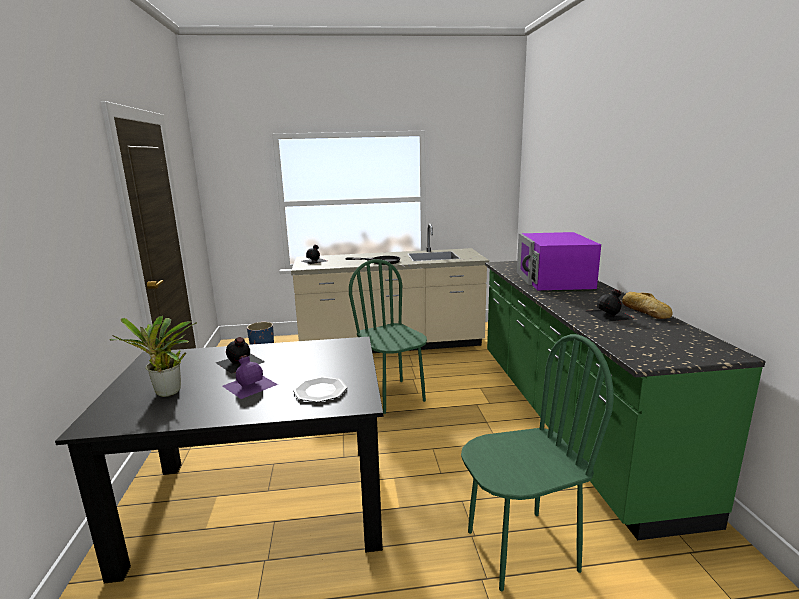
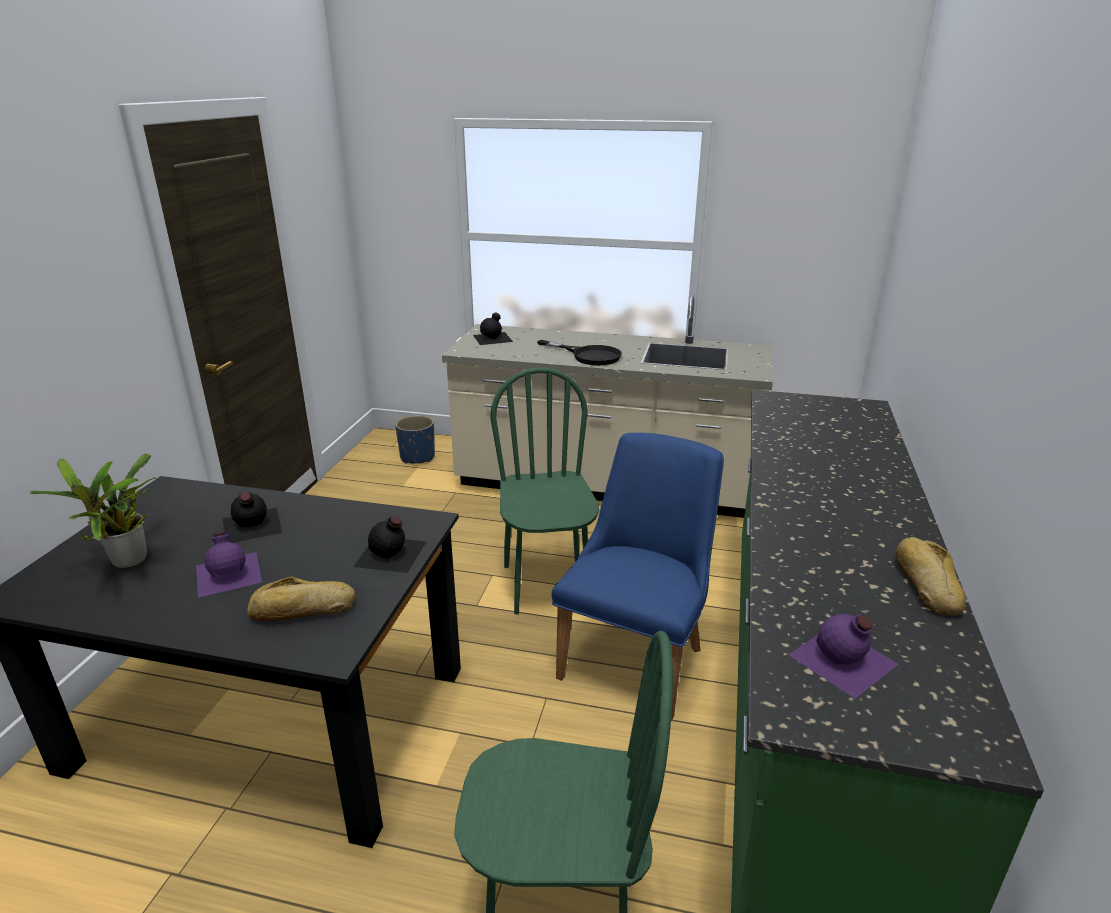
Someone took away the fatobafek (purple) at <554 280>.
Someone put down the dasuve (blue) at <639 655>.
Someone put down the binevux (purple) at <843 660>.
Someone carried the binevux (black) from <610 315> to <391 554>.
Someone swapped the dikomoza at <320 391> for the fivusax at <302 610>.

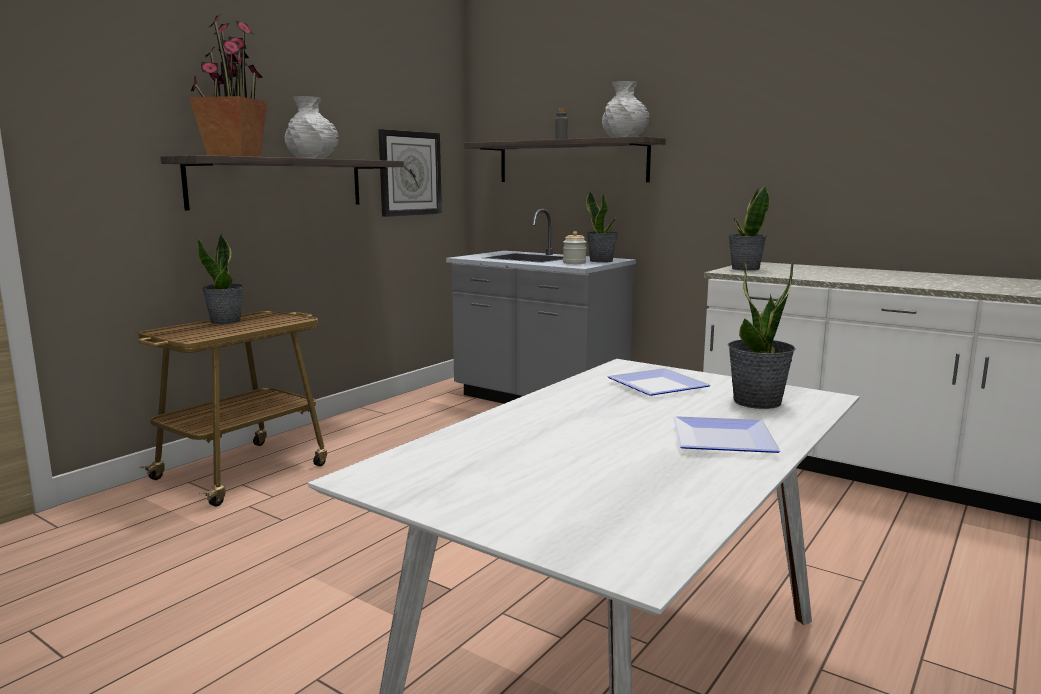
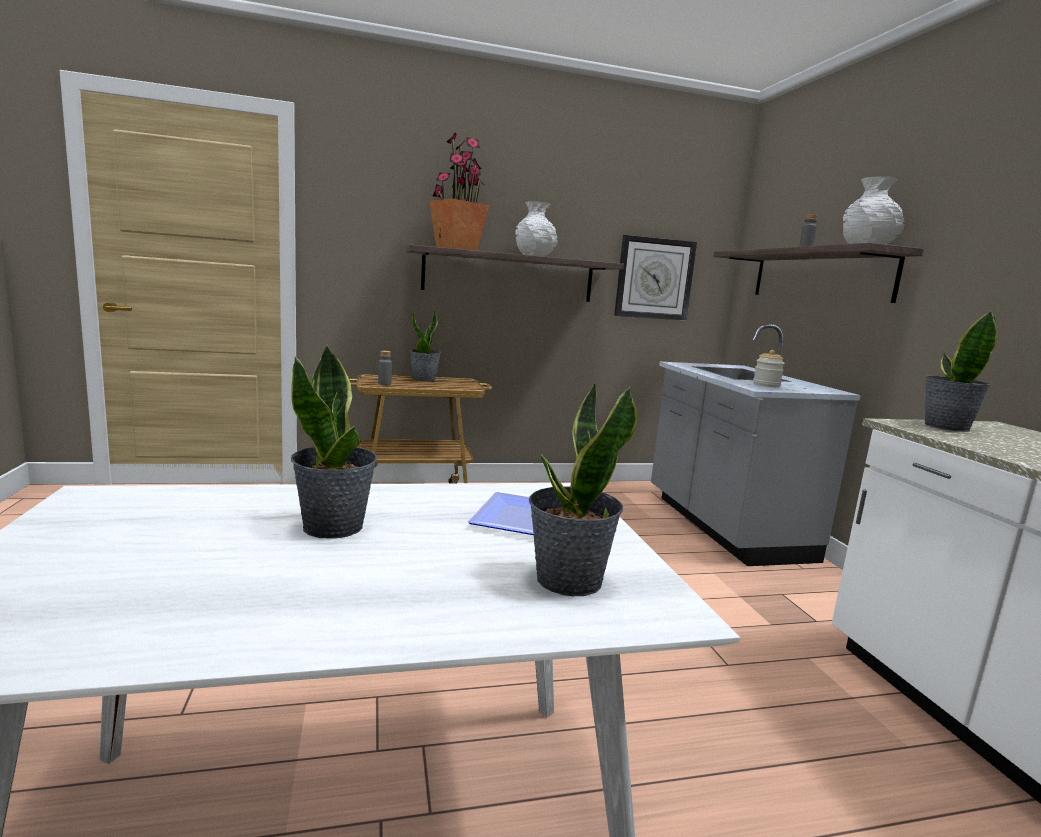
Someone took away the dikomoza at <726 441>.
Someone put down the binevux (grey) at <384 384>.
Someone carried the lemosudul from <601 261> to <334 526>.

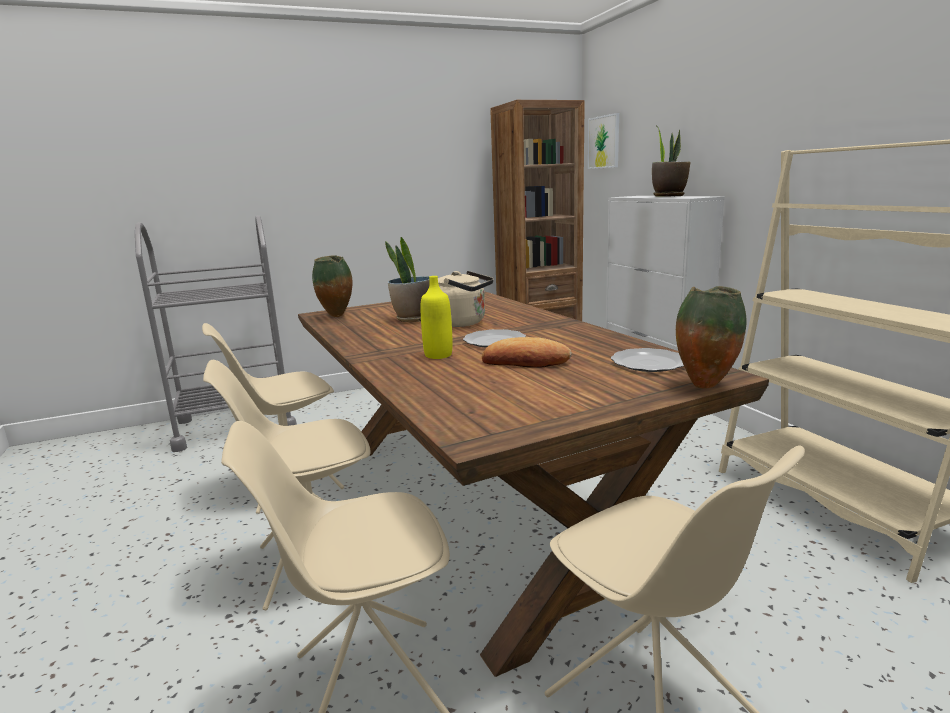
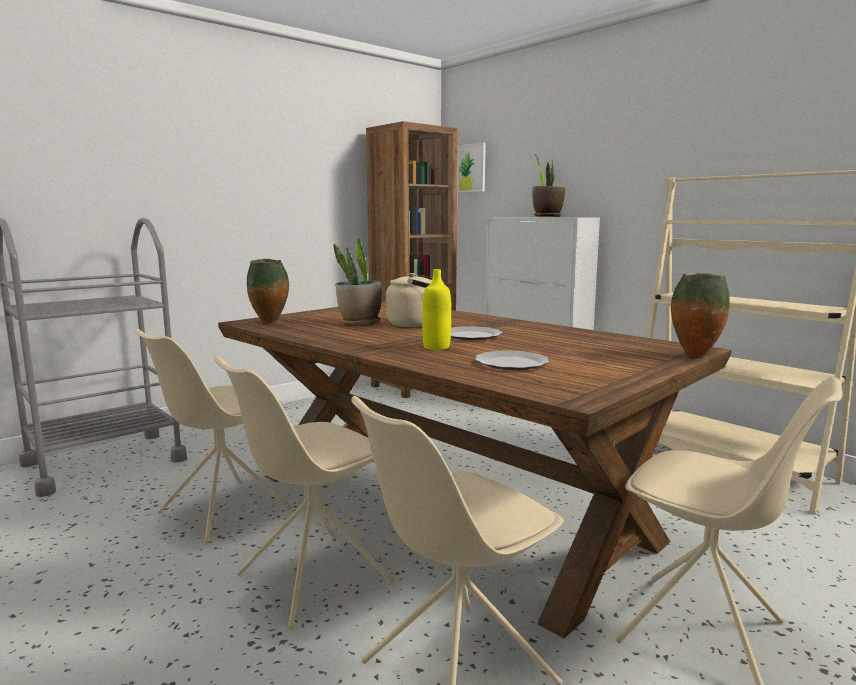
Someone took away the fivusax at <525 362>.
Someone carried the dikomoza from <648 363> to <511 363>.

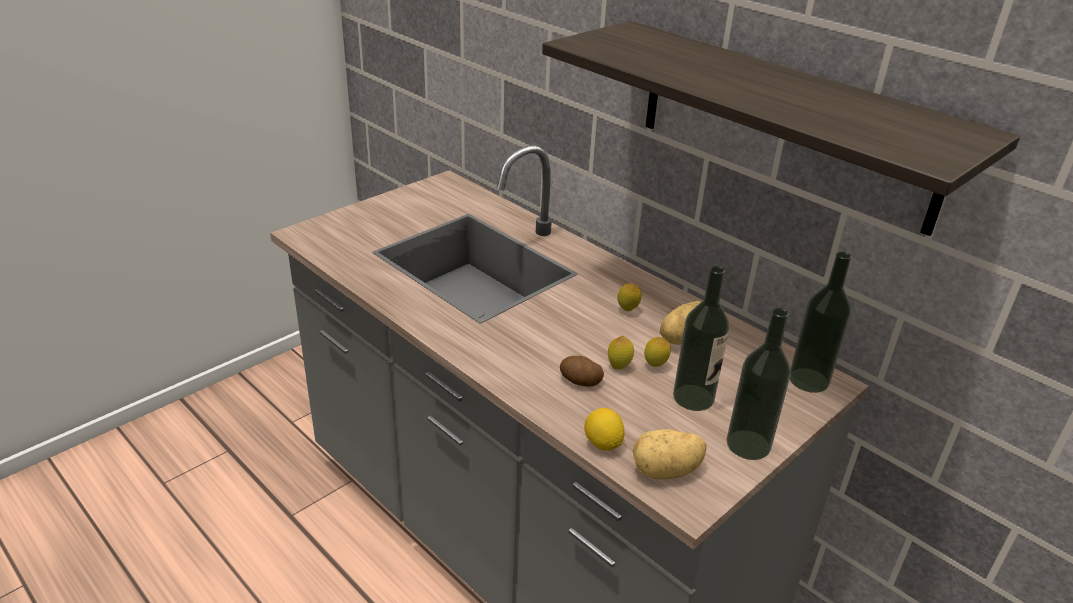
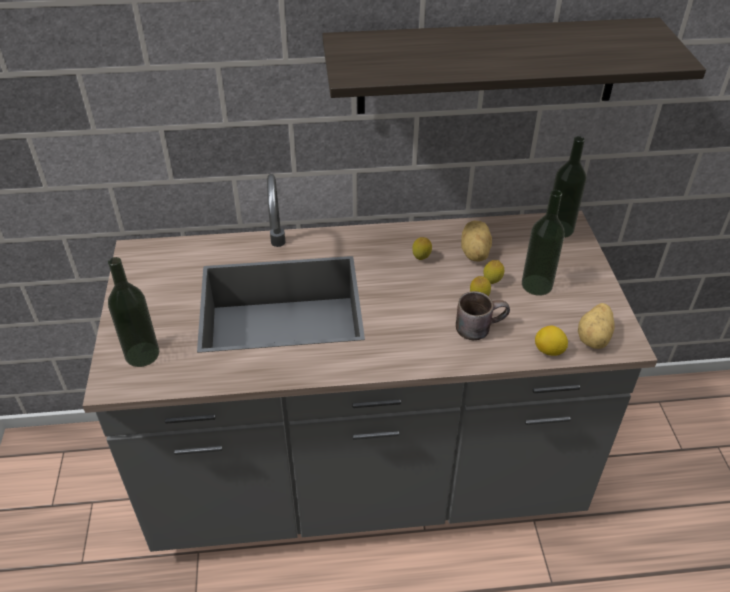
Someone carried the binevux from <748 444> to <142 354>.
Someone swapped the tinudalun at <580 381> for the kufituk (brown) at <478 326>.

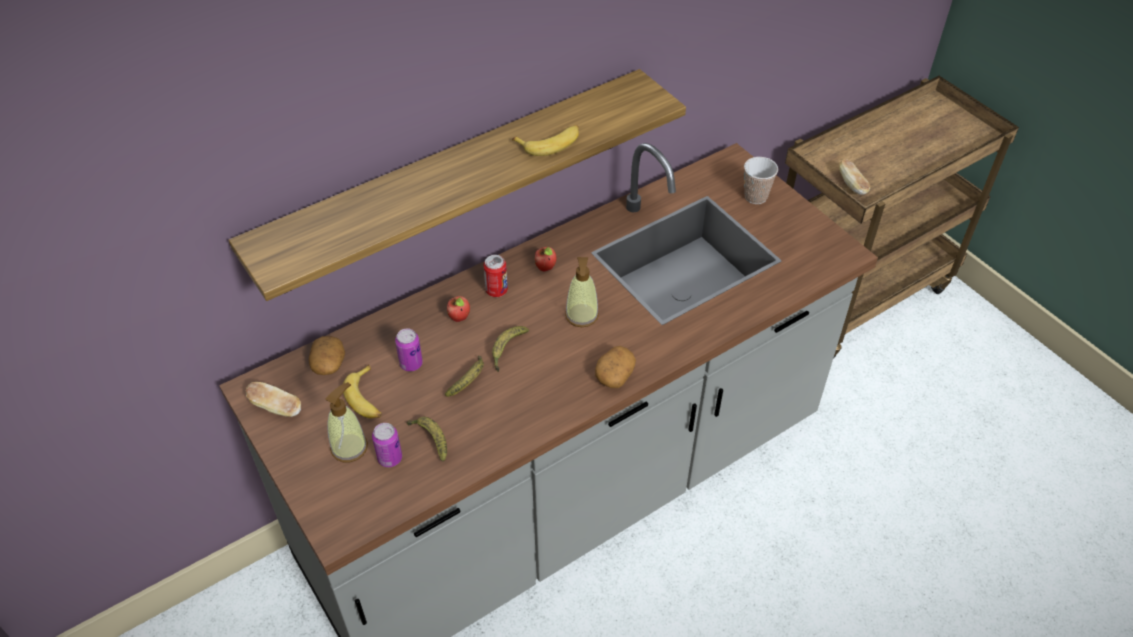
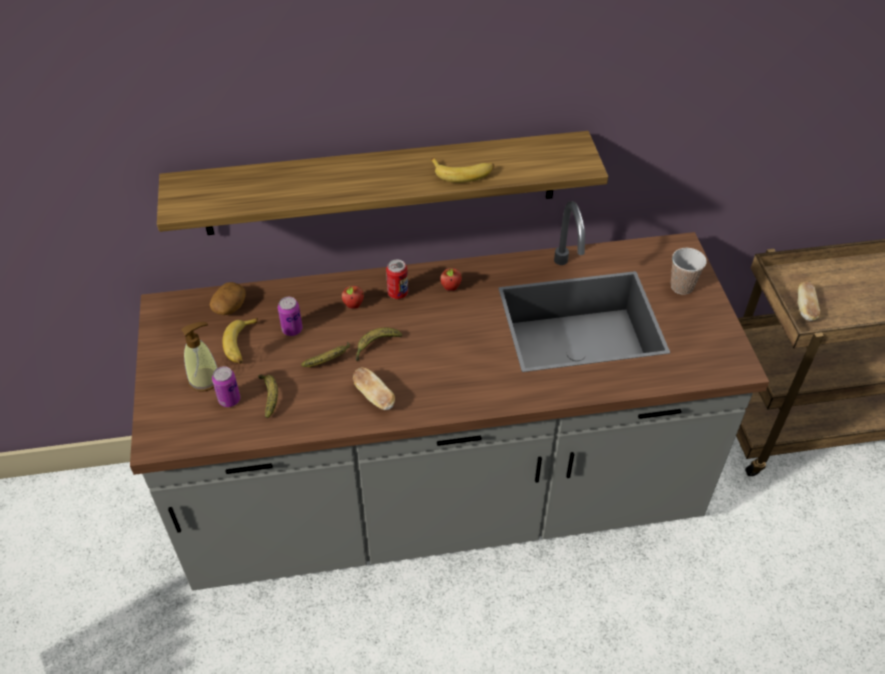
Someone took away the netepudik at <581 315>.
Someone took away the tinudalun at <614 374>.
Someone carried the fivusax from <276 407> to <374 396>.

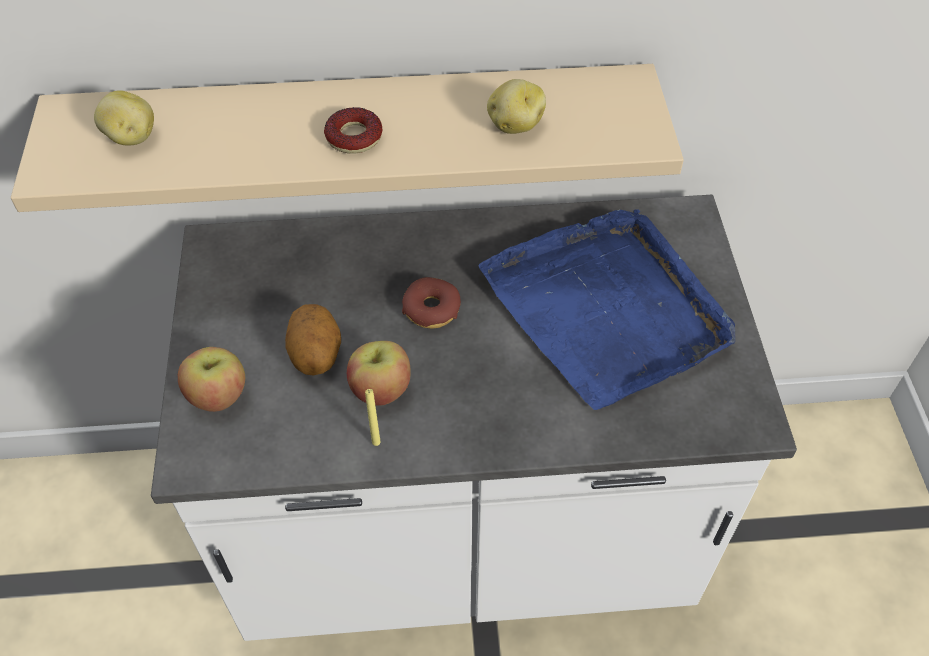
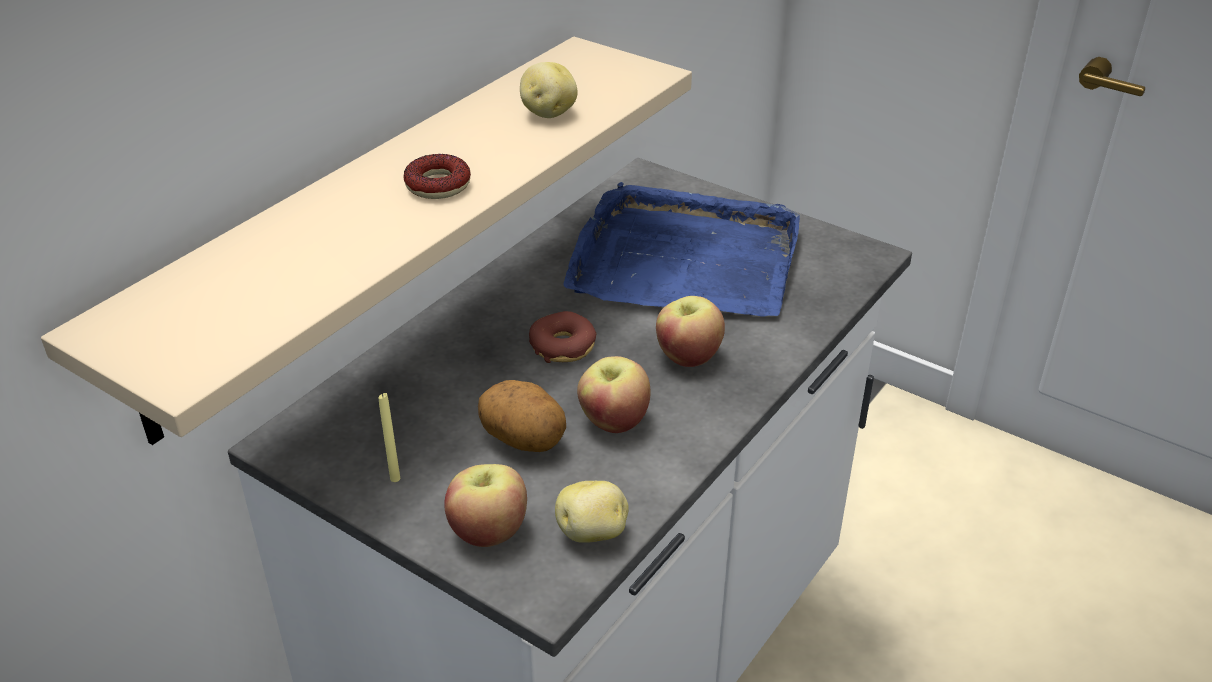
Someone put down the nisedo at <688 356>.
Someone carried the tinudalun from <130 137> to <593 533>.
Someone carried the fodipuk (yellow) from <376 442> to <395 478>.

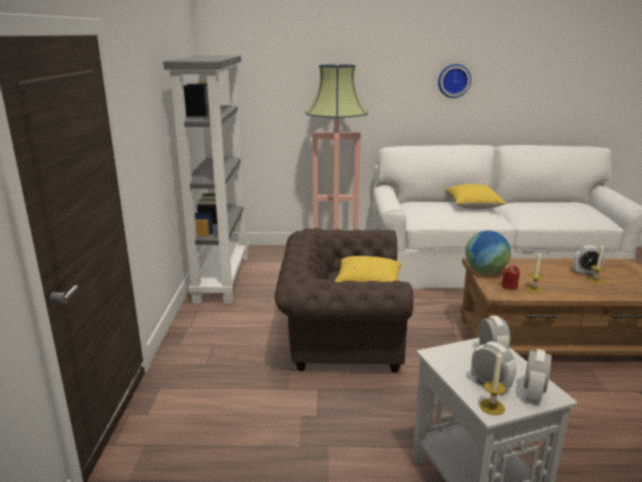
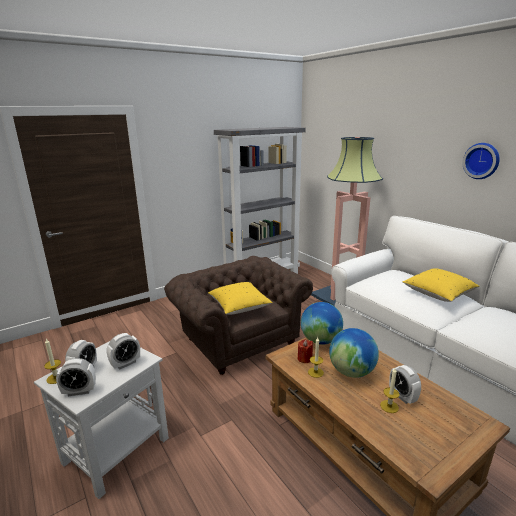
Someone put down the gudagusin at <352 372>.

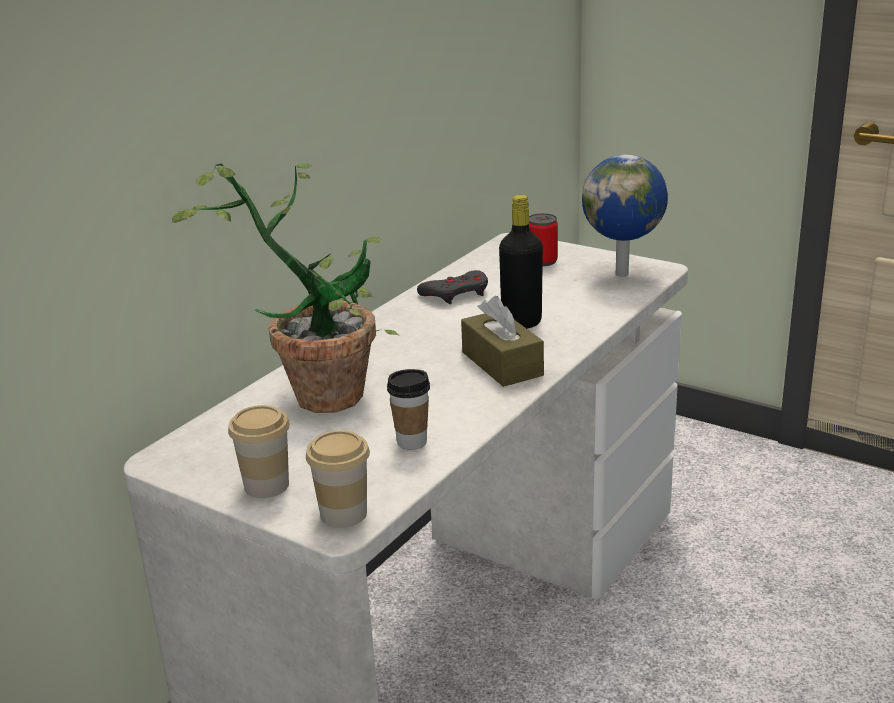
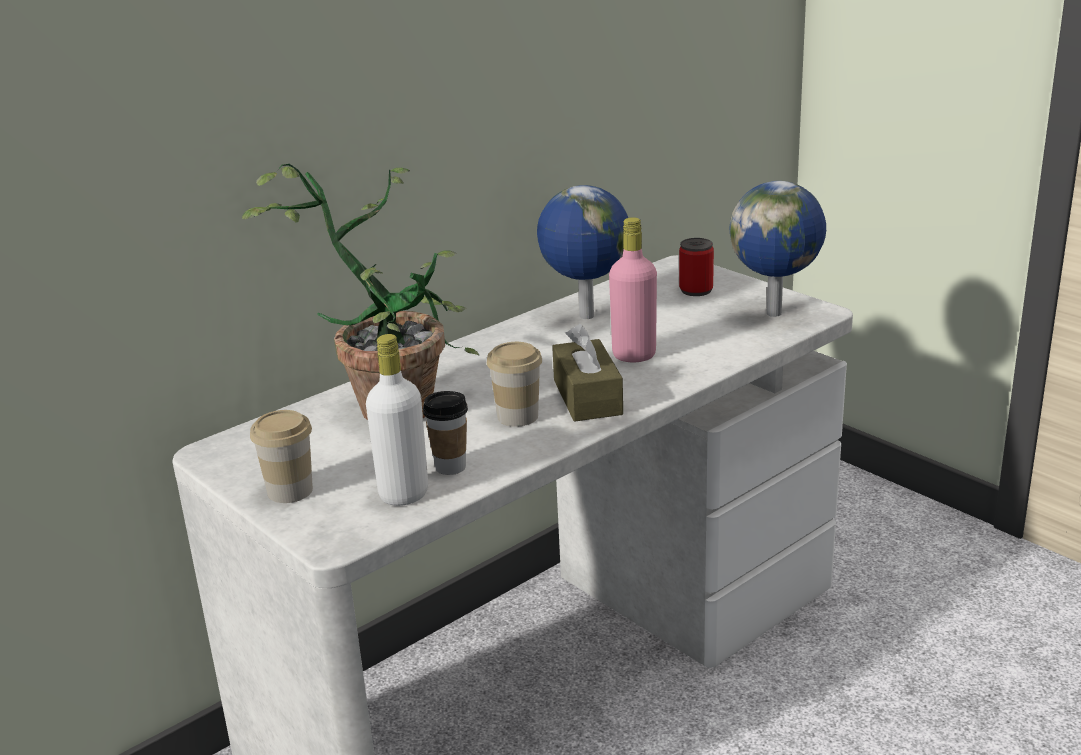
Someone put down the binevux (white) at <403 494>.
Someone carried the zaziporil from <343 514> to <517 416>.
Someone swapped the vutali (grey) at <456 293> for the gudagusin at <585 316>.
Someone repainted the binevux (black) at <521 322>, which became the binevux (pink) at <634 355>.

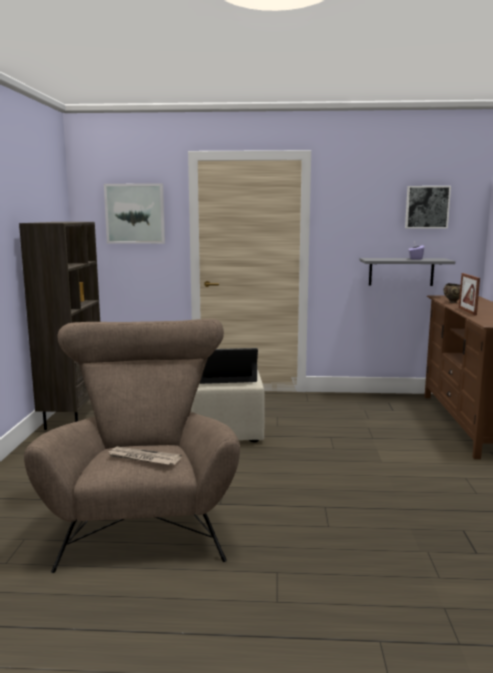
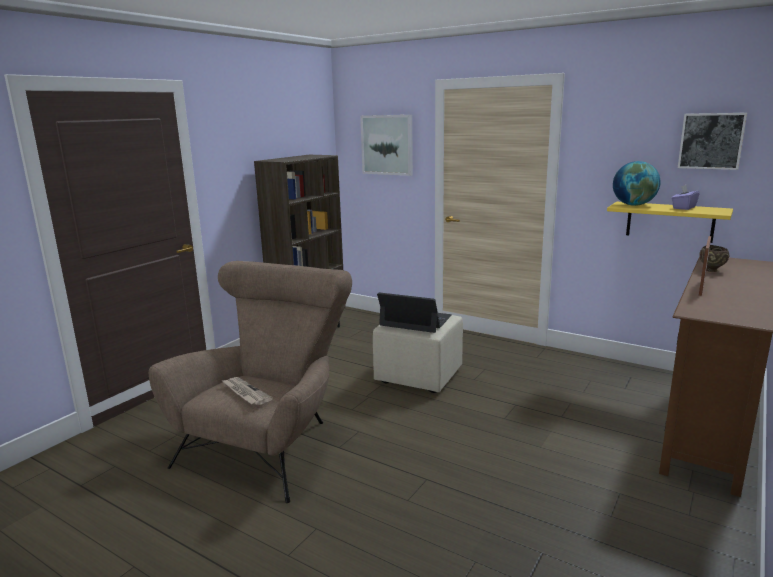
Someone put down the gudagusin at <633 205>.
Someone repainted the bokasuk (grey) at <401 271>, which became the bokasuk (yellow) at <669 221>.

